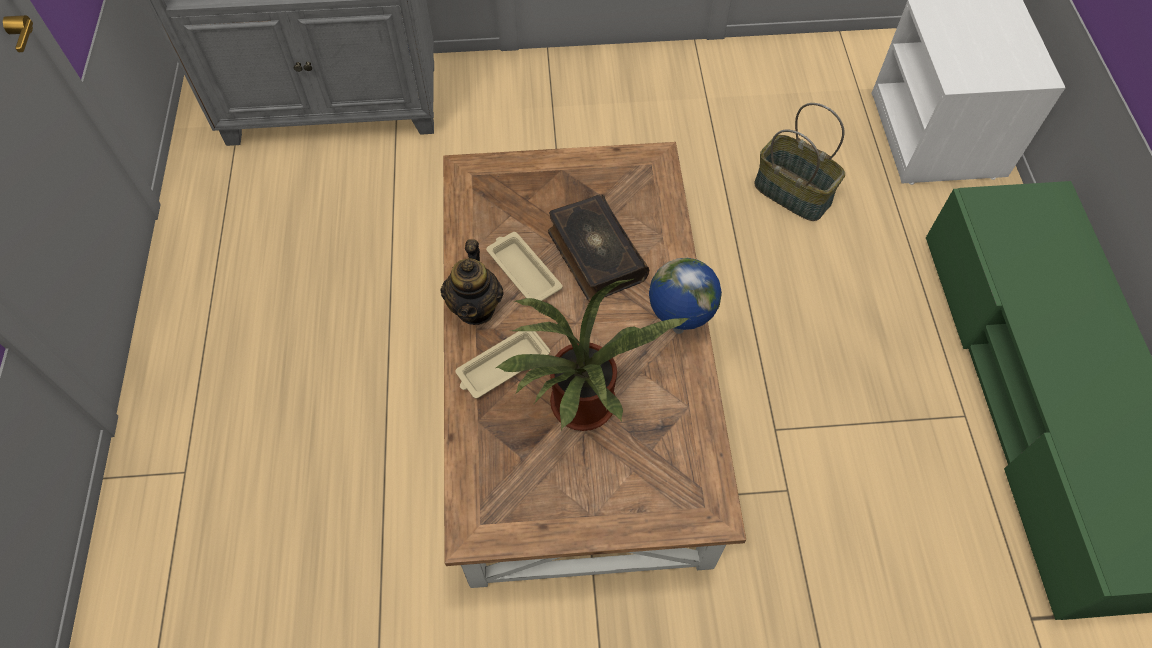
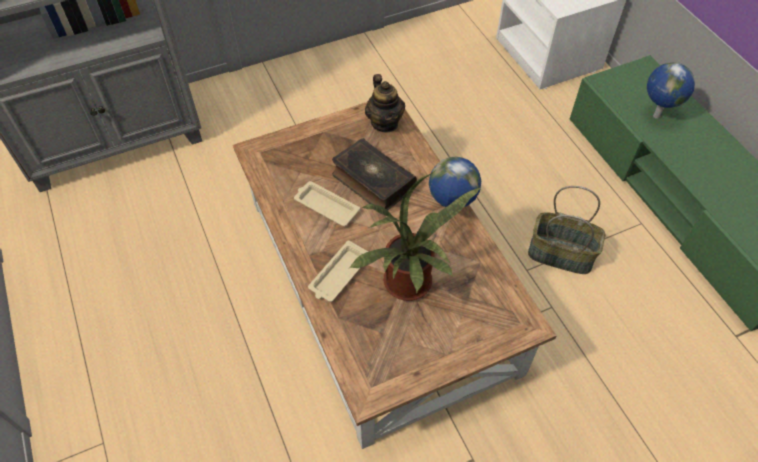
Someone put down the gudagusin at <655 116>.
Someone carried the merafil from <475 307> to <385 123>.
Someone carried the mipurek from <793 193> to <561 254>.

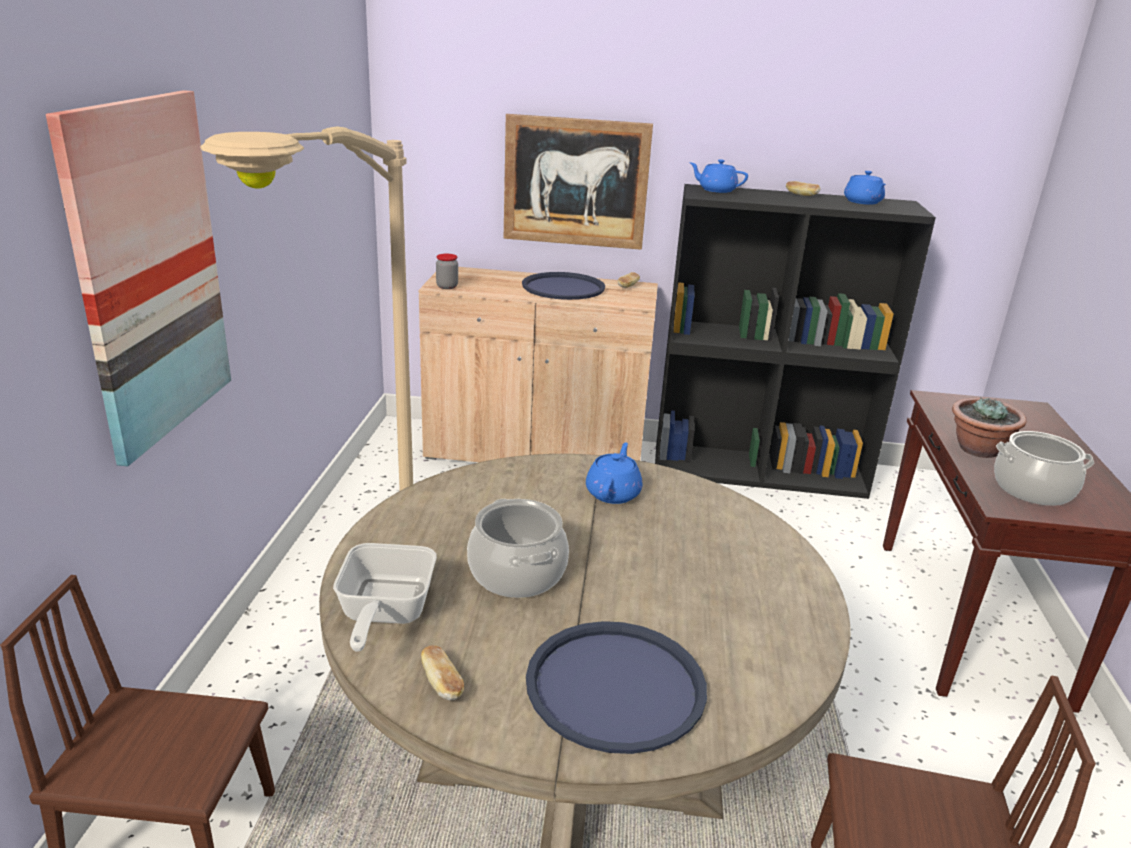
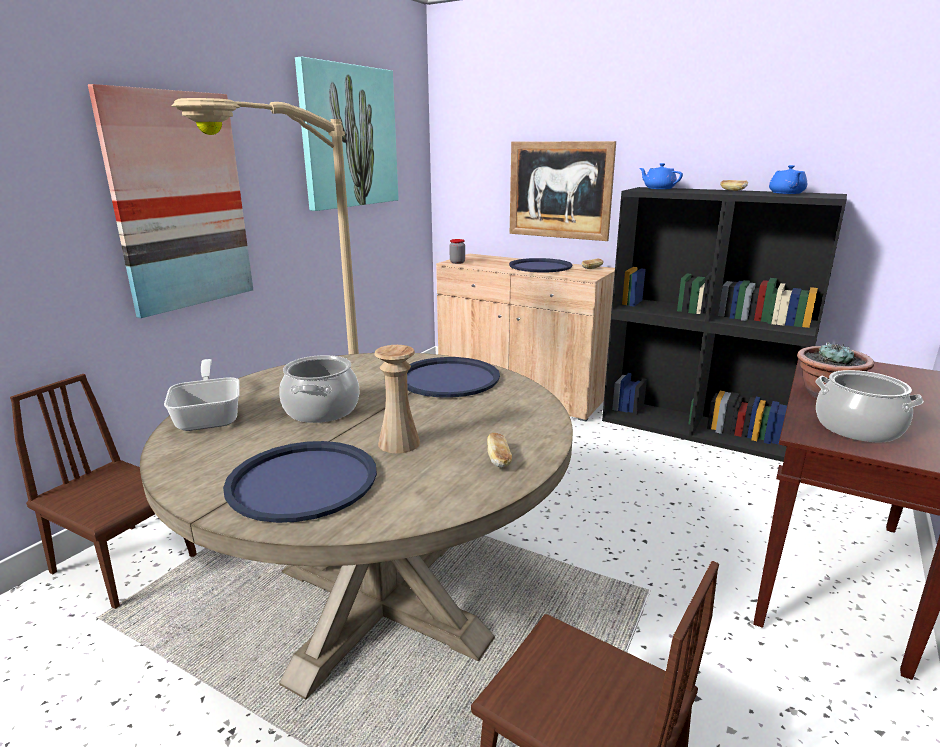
Someone put up the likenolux at <349 137>.
Someone put down the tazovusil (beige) at <399 443>.
Someone carried the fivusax from <442 684> to <499 460>.
Someone swapped the merafil (blue) at <613 493> for the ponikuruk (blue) at <448 378>.
Someone rotated the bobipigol at <383 614> by 135 degrees clockwise.

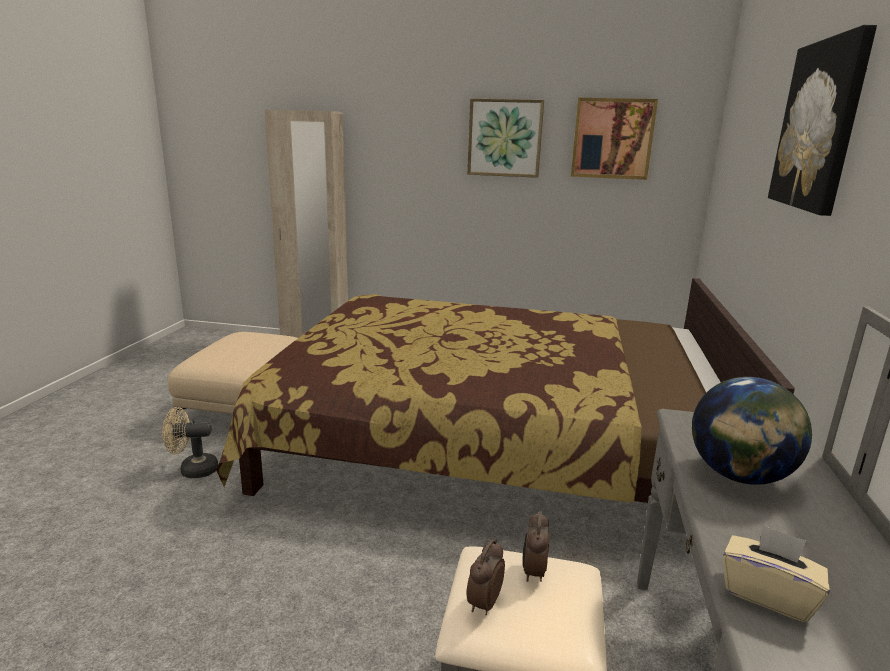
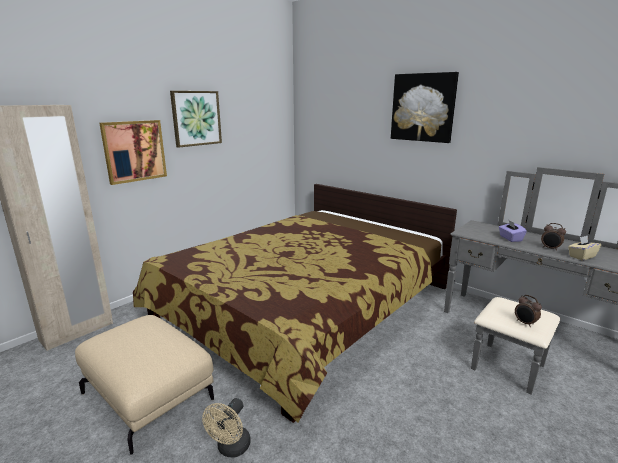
Someone carried the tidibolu from <533 572> to <550 248>.
Someone carried the likenolux from <612 139> to <134 151>.
Someone swapped the gudagusin at <739 476> for the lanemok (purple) at <510 238>.

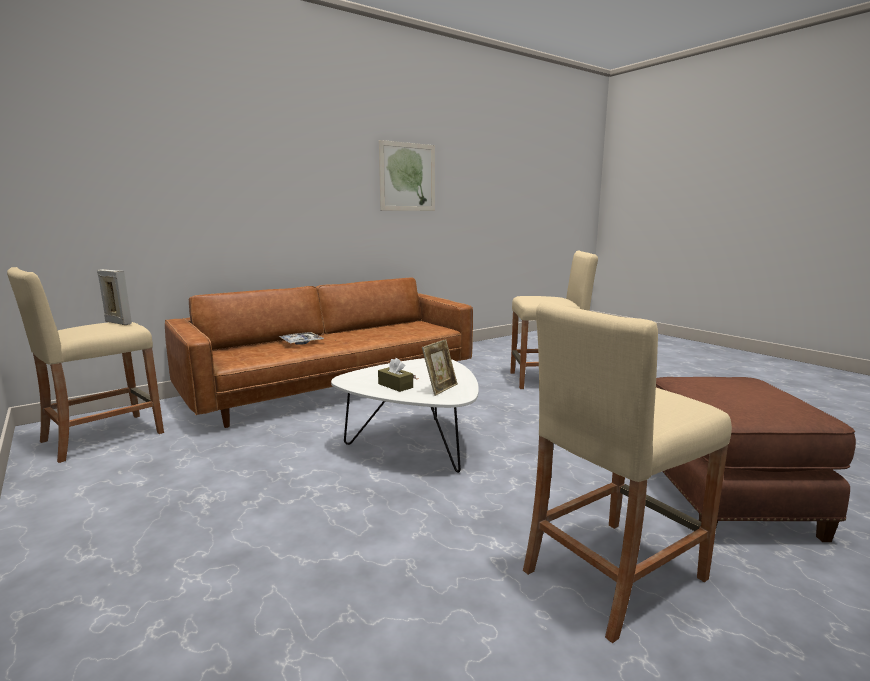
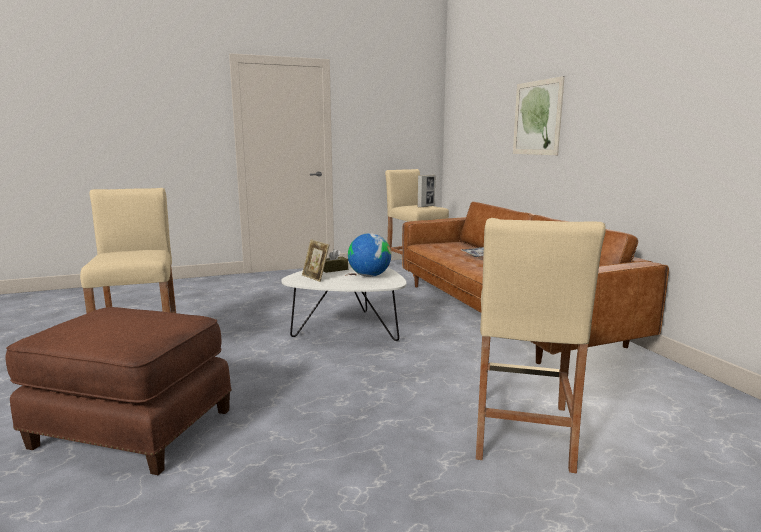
Someone put down the gudagusin at <369 276>.
Someone carried the likenolux from <407 177> to <537 118>.

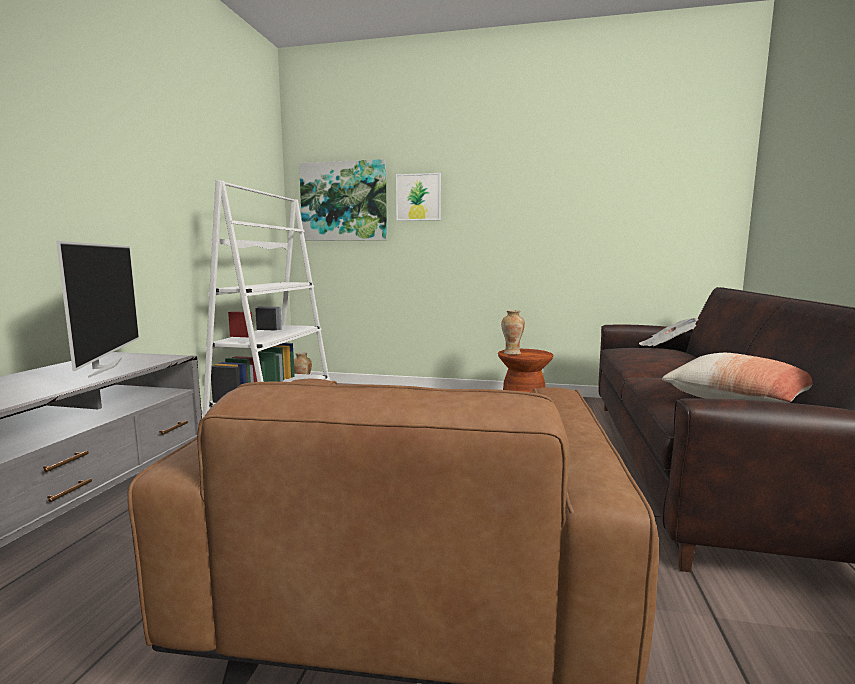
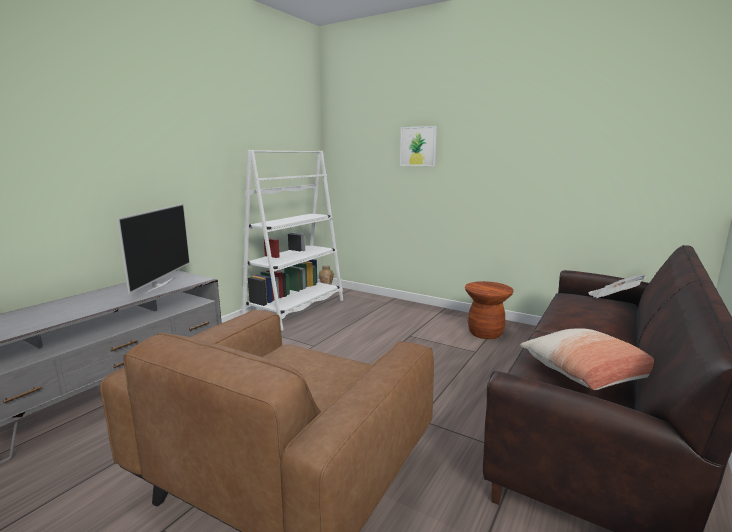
Someone took away the likenolux at <344 201>.
Someone took away the tazovusil at <512 353>.

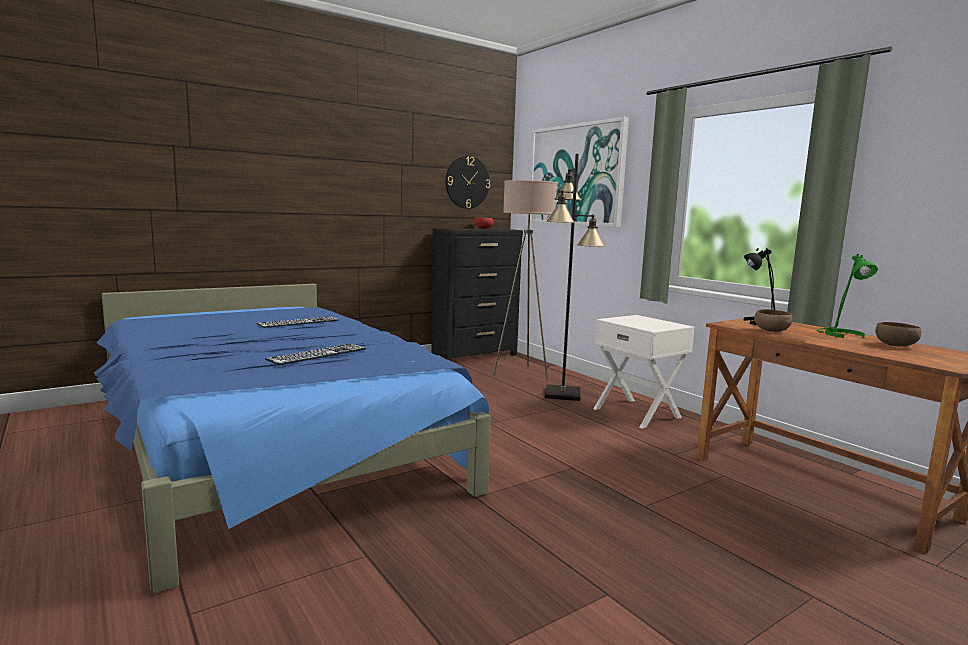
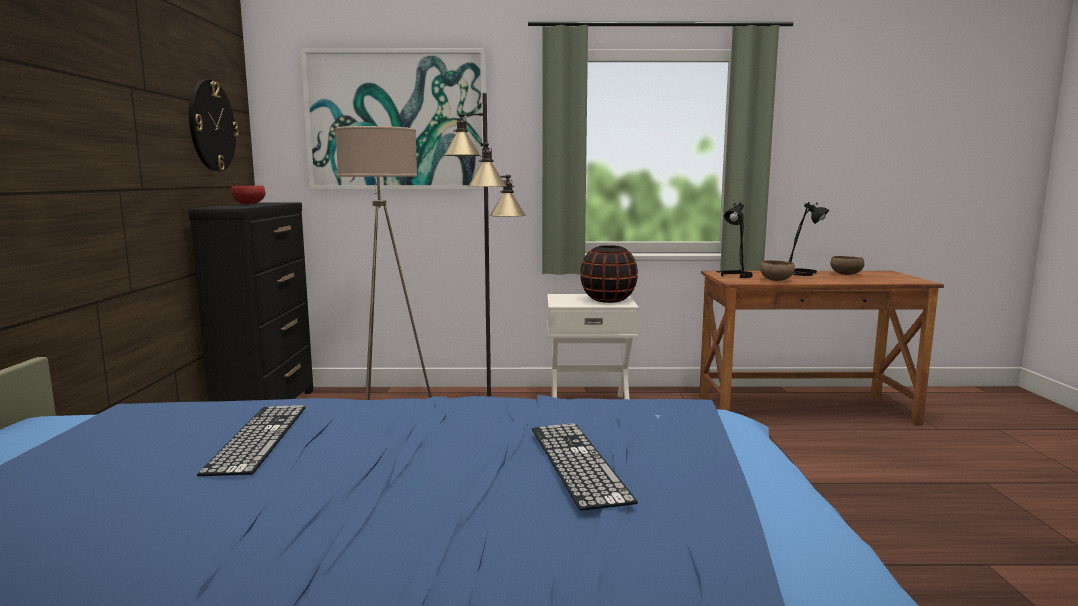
Someone put down the tazovusil (black) at <608 300>.
Someone repainted the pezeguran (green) at <842 335>, which became the pezeguran (black) at <801 274>.

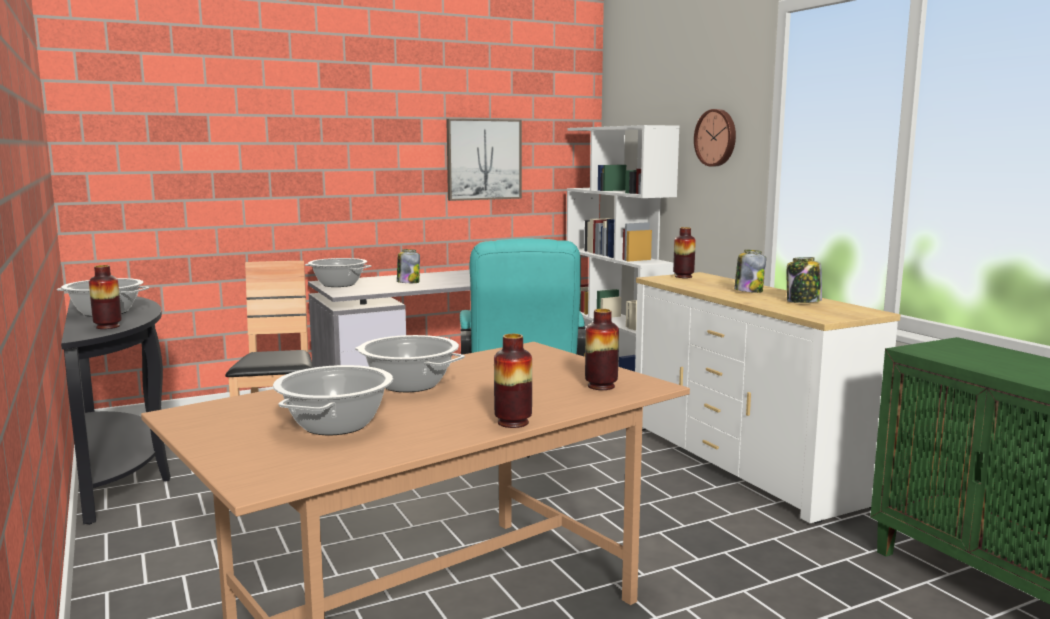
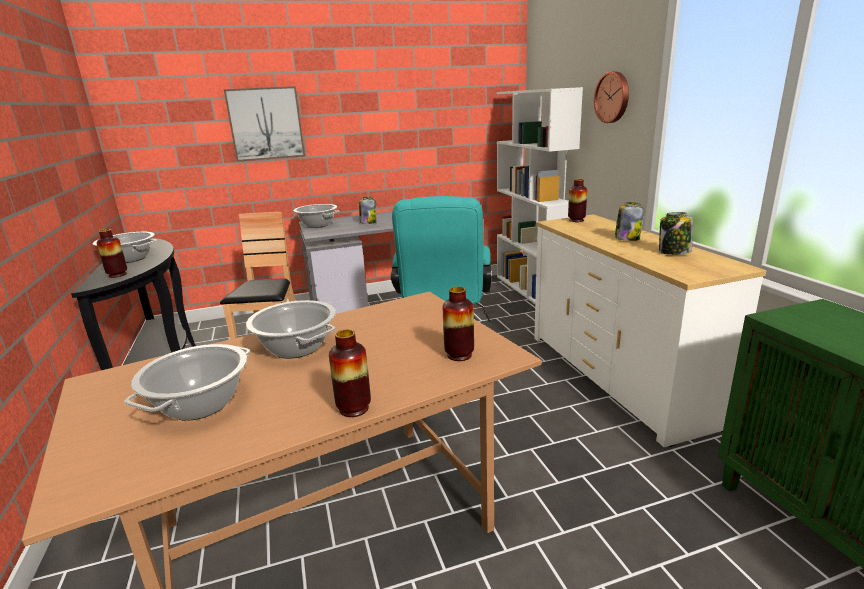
Someone carried the likenolux from <483 159> to <265 124>.

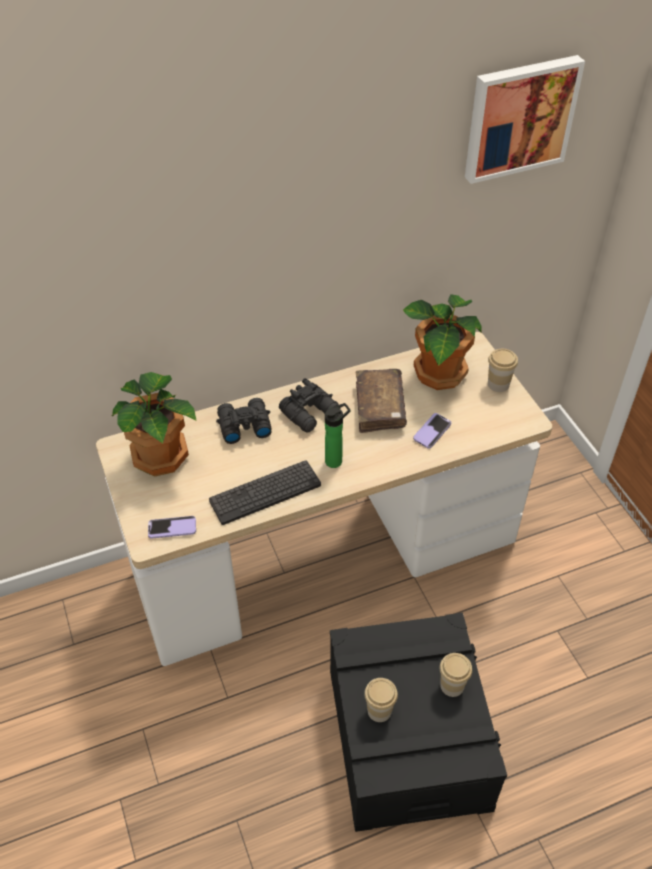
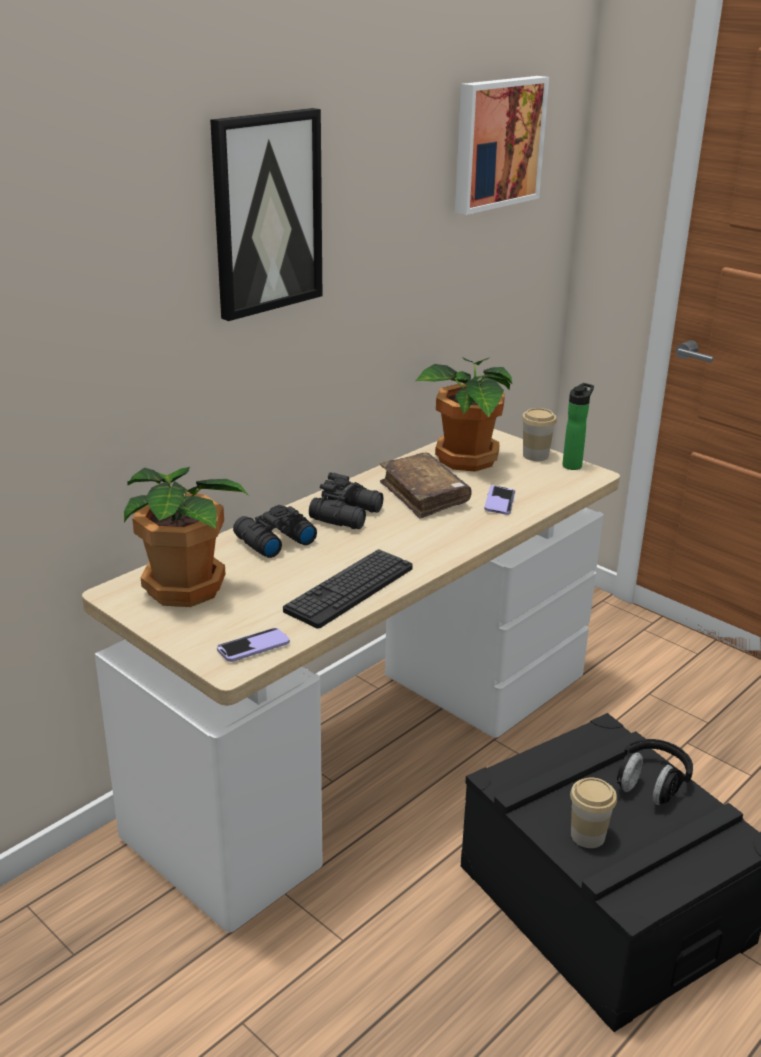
Someone put up the likenolux at <266 213>.
Someone carried the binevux from <336 460> to <573 465>.
Someone swapped the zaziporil at <452 685> for the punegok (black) at <651 783>.

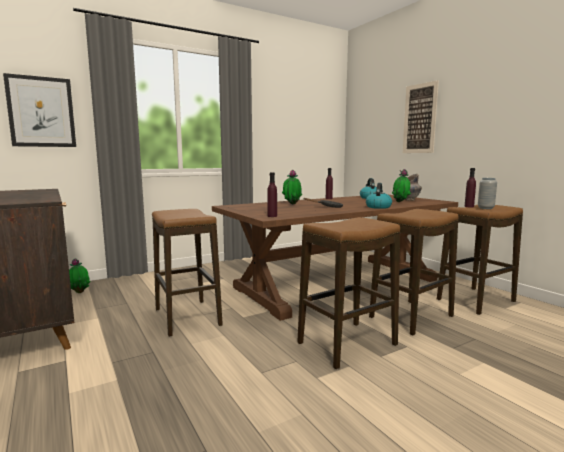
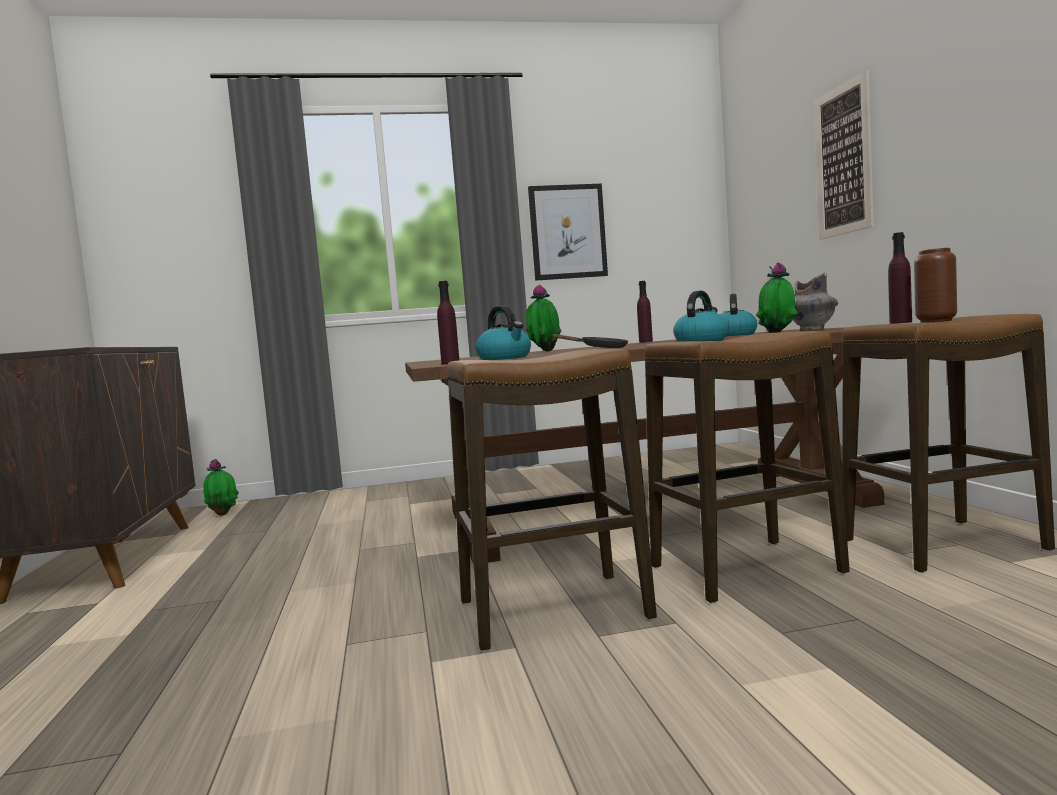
Someone took away the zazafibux at <187 317>.
Someone put down the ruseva at <505 358>.
Someone carried the likenolux from <41 112> to <567 232>.
Someone repainted the tazovusil (grey) at <485 208>, which became the tazovusil (brown) at <936 321>.

